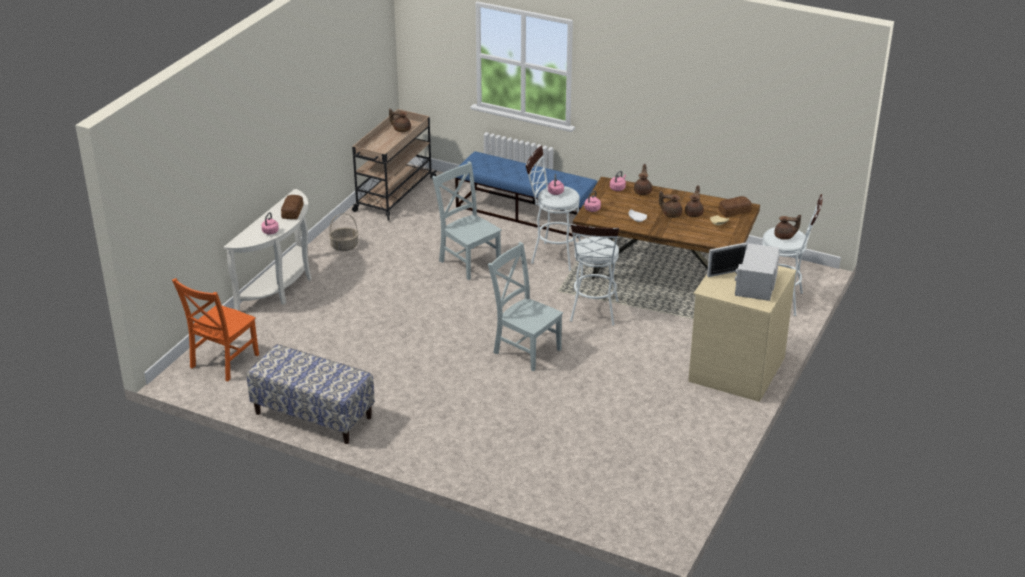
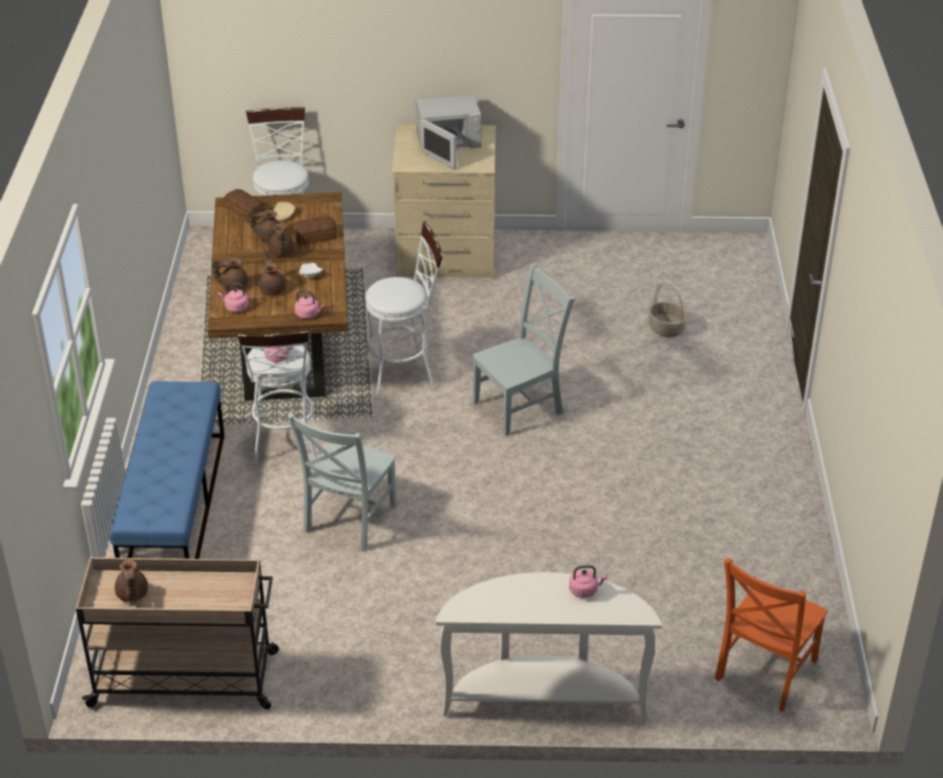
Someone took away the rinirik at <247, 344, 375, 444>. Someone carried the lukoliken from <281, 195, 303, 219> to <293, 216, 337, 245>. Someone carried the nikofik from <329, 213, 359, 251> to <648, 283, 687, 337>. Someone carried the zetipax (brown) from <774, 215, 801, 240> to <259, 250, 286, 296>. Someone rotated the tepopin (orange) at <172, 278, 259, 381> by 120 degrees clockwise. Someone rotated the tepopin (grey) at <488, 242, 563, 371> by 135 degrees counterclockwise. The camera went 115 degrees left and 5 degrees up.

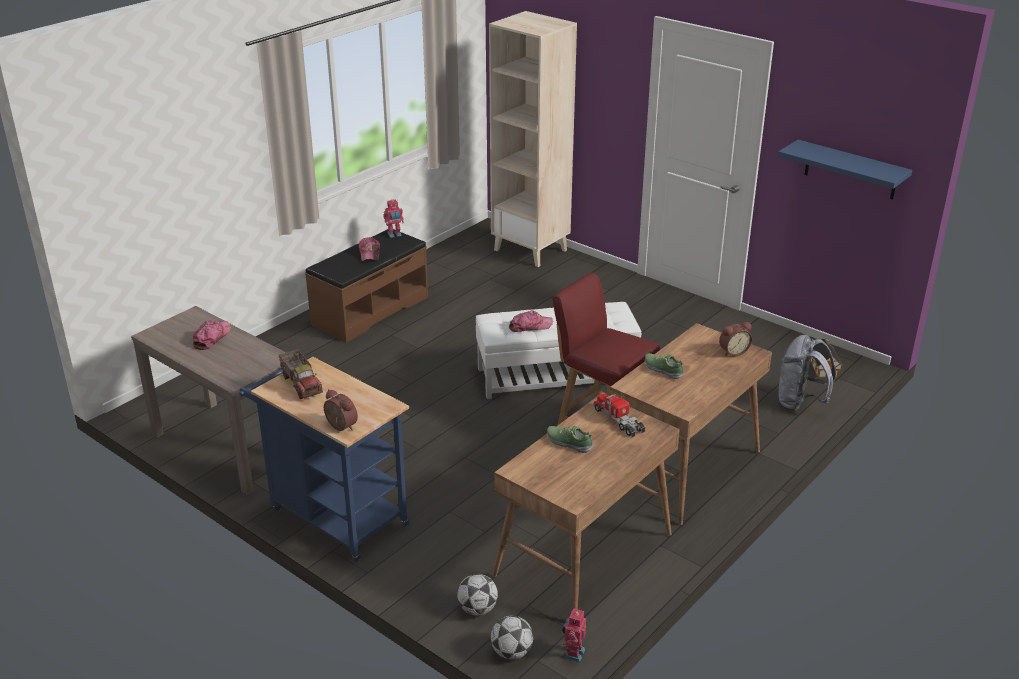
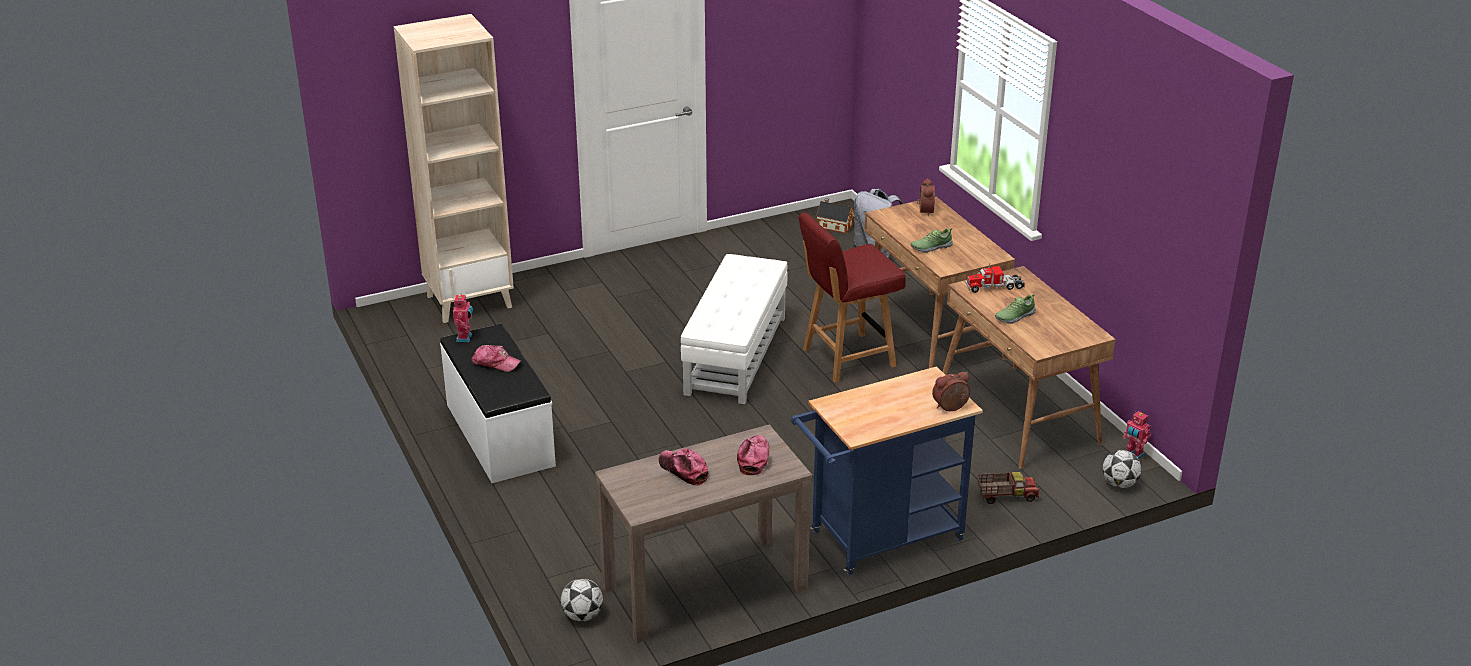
Someone took away the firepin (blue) at <778, 140, 912, 200>. Someone carried the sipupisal from <279, 349, 323, 399> to <977, 472, 1039, 504>. Someone carried the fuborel from <457, 574, 498, 616> to <561, 579, 603, 621>. Someone carried the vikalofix from <509, 310, 553, 332> to <737, 435, 769, 475>. Someone repainted the rinirik (brown) at <305, 229, 428, 343>, which became the rinirik (white) at <440, 324, 556, 483>. The camera went 65 degrees left and 0 degrees up.

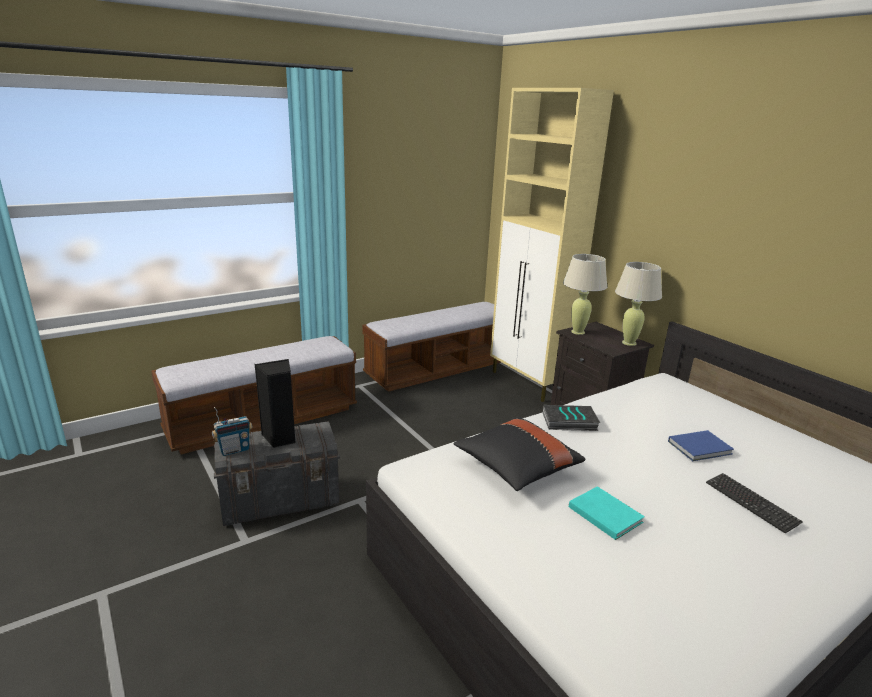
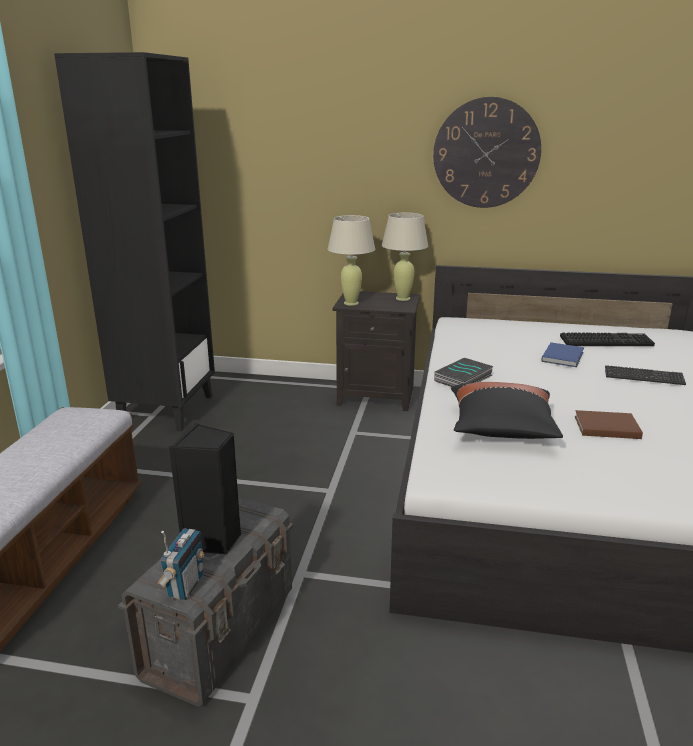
Someone took away the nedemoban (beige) at <490, 88, 614, 402>. Someone put up the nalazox at <433, 97, 541, 208>. Someone put down the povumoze at <560, 333, 655, 346>. Someone swapped the rinirik at <362, 302, 501, 392> for the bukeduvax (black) at <54, 52, 215, 431>. Someone repainted the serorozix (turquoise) at <569, 486, 645, 540>, which became the serorozix (brown) at <575, 410, 643, 439>. The camera went 45 degrees left and 0 degrees up.

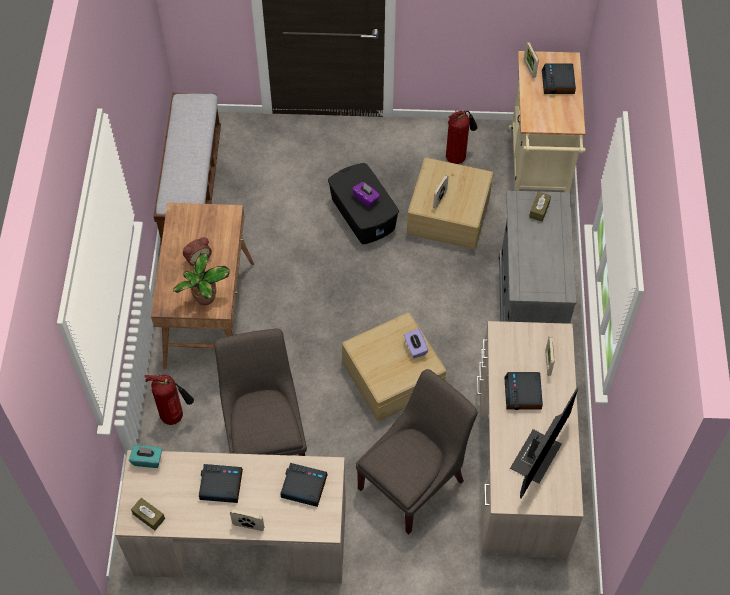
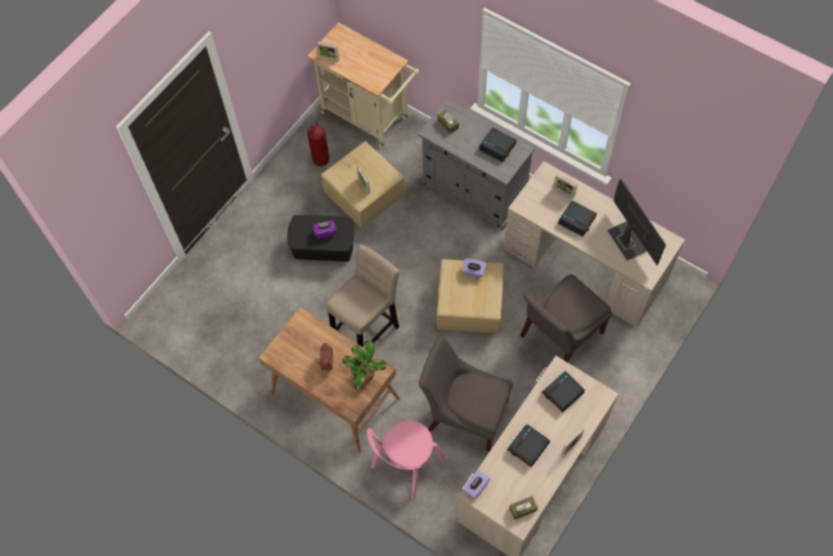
Someone took away the rinirik at <154, 93, 221, 245>. Someone put down the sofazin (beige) at <326, 244, 400, 347>. Someone carried the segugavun from <542, 63, 576, 94> to <479, 127, 517, 162>. Someone swapped the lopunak at <145, 374, 194, 425> for the tepopin (pink) at <367, 419, 445, 500>. Someone repainted the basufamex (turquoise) at <129, 445, 162, 468>, which became the basufamex (purple) at <463, 470, 490, 499>. Someone rotated the tepopin (grey) at <356, 369, 478, 534> by 120 degrees counterclockwise. The camera went 55 degrees left and 5 degrees up.

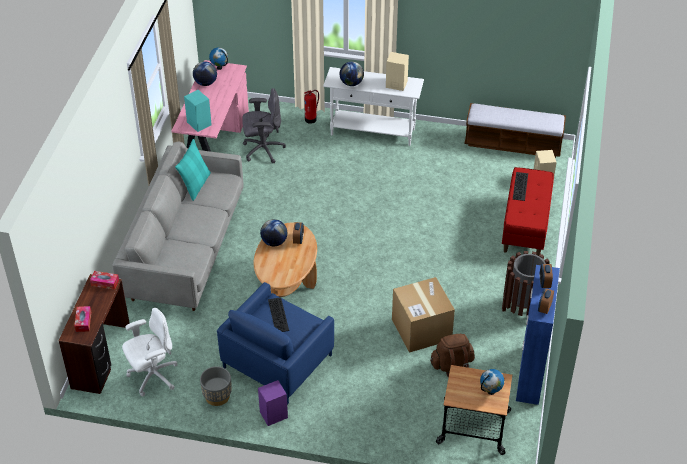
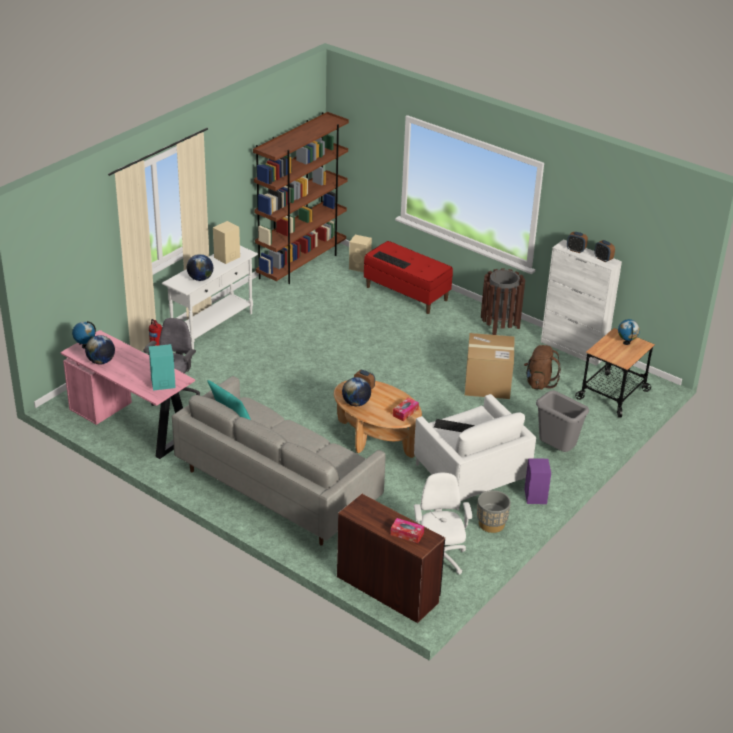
Someone put down the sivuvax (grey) at <536, 390, 589, 452>. Someone carried the basufamex from <90, 271, 119, 290> to <393, 398, 419, 421>. Someone swapped the rinirik at <464, 103, 566, 158> for the bukeduvax (brown) at <253, 112, 349, 284>. Someone repainted the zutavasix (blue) at <217, 282, 334, 405>, which became the zutavasix (white) at <414, 394, 536, 510>. Someone repainted the nedemoban (blue) at <516, 265, 560, 405>, which became the nedemoban (white) at <541, 239, 622, 366>. The camera went 65 degrees left and 10 degrees down.

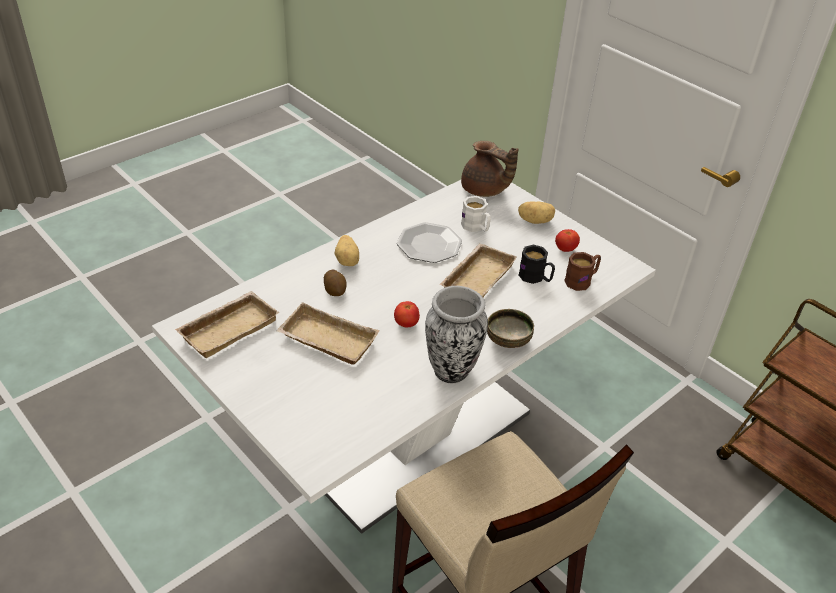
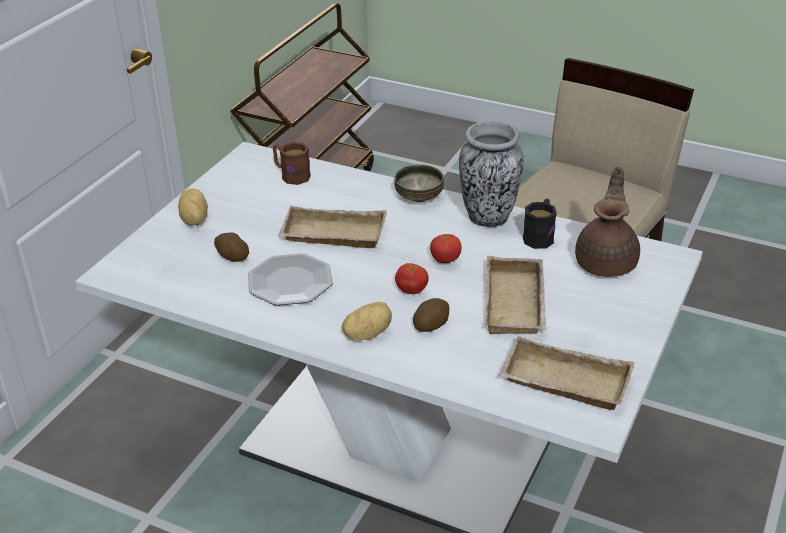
Someone carried the zetipax (brown) from <461, 141, 519, 197> to <575, 166, 640, 277>. Someone carried the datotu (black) from <519, 245, 555, 284> to <523, 199, 557, 249>. Someone carried the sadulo from <555, 229, 580, 252> to <395, 263, 429, 294>. Someone swapped the datotu (white) at <461, 196, 491, 232> for the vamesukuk at <214, 233, 249, 262>. The camera went 110 degrees left and 5 degrees down.

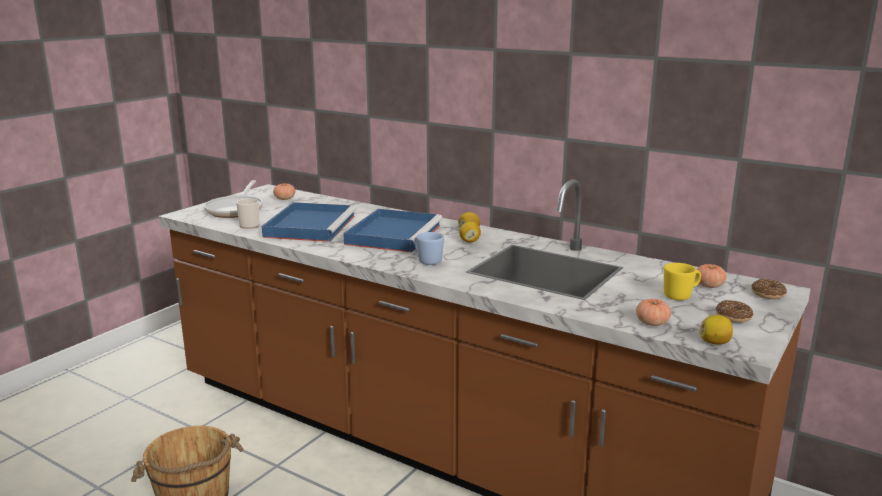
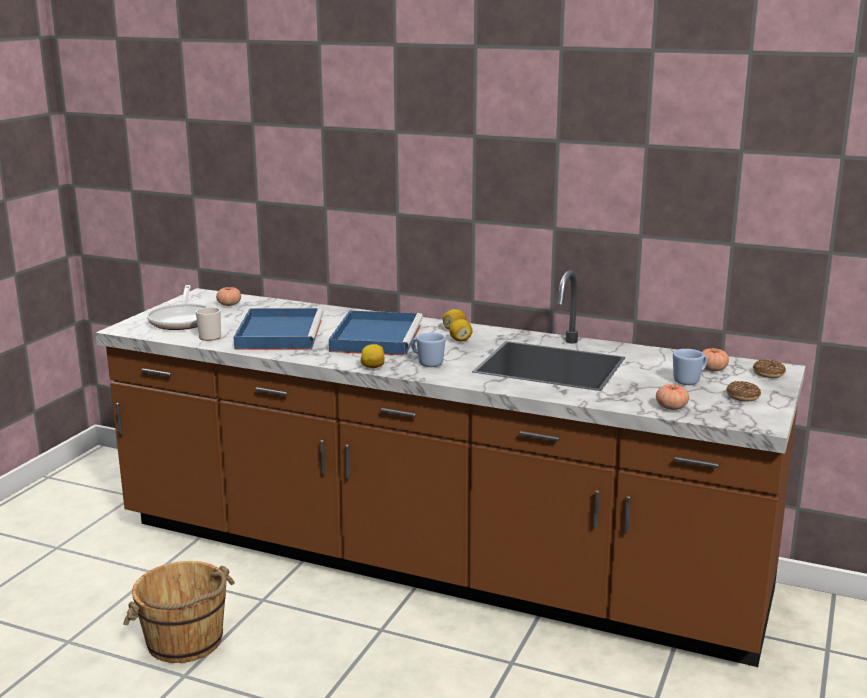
Someone carried the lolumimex from <699, 315, 733, 345> to <360, 344, 385, 368>. Someone repainted the datotu (yellow) at <664, 263, 701, 300>, which became the datotu (blue) at <673, 349, 707, 385>. The camera went 10 degrees left and 0 degrees up.

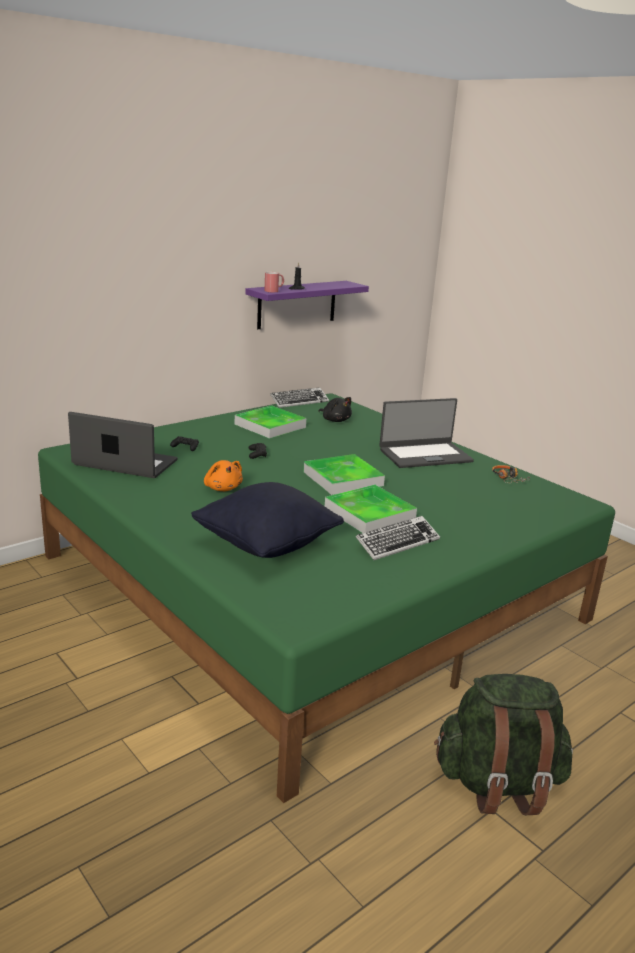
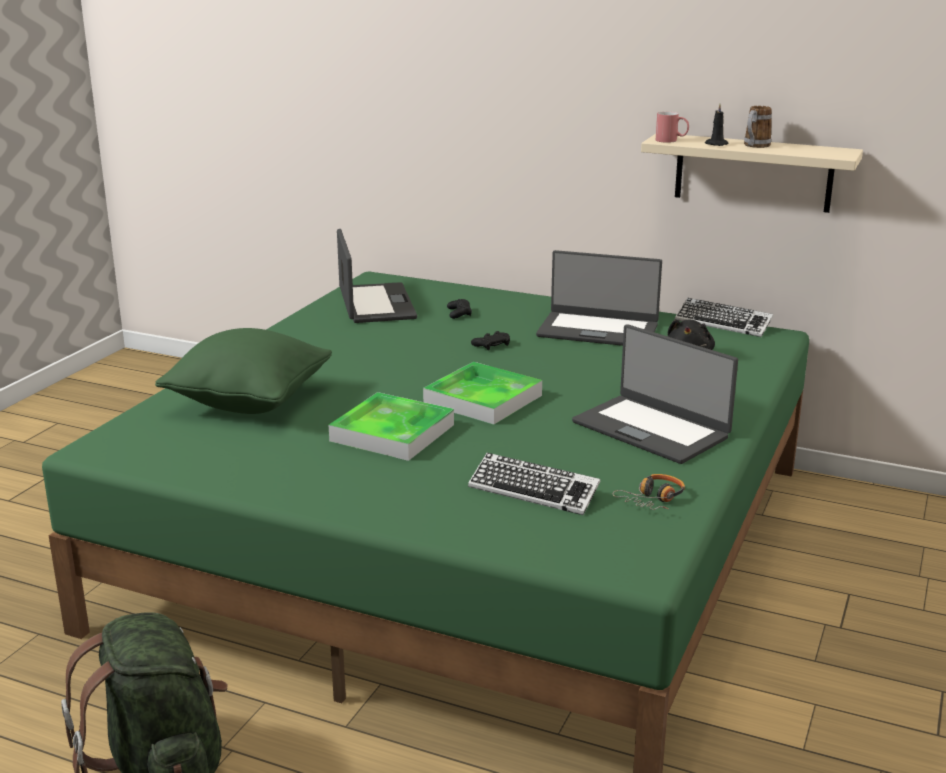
Someone took away the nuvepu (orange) at <204, 460, 243, 491>. Someone put down the datotu at <744, 106, 772, 148>. Someone carried the povumoze from <356, 516, 440, 560> to <468, 453, 601, 515>. Someone swapped the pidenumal at <235, 405, 306, 439> for the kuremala at <536, 250, 662, 346>. Someone repainted the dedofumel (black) at <191, 482, 344, 558>, which became the dedofumel (green) at <155, 328, 332, 414>. Someone repainted the firepin (purple) at <245, 281, 369, 329>, which became the firepin (beige) at <641, 134, 863, 213>. The camera went 65 degrees right and 0 degrees up.

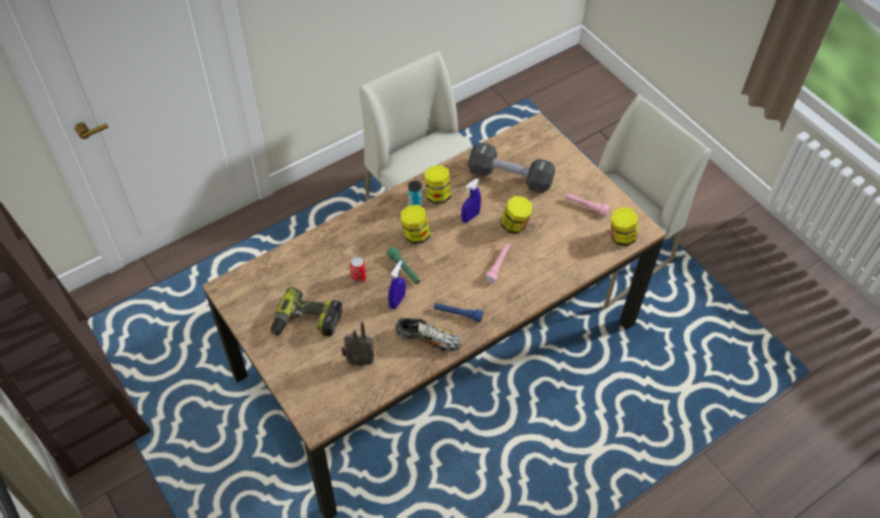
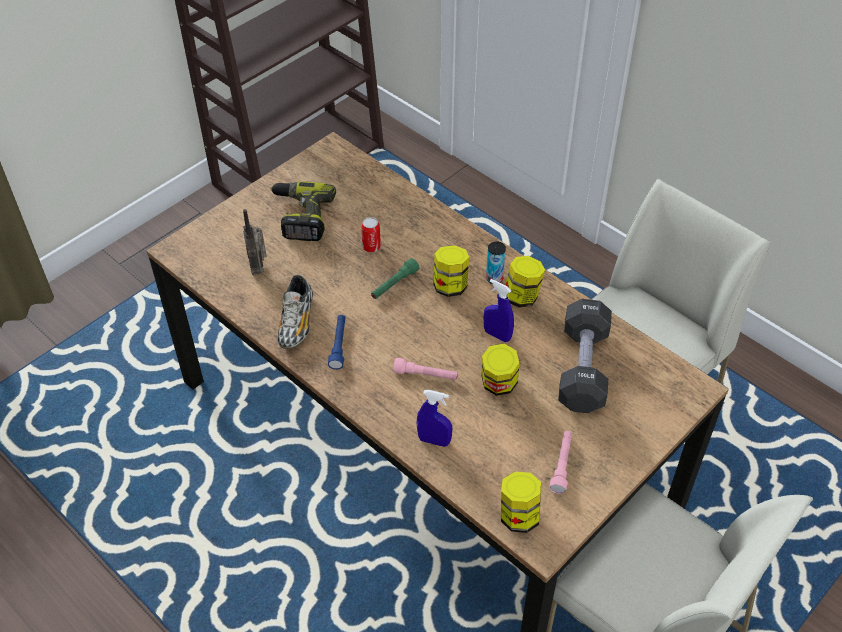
Someone carried the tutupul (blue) from <388, 260, 406, 309> to <417, 390, 452, 447>. The camera went 80 degrees right and 5 degrees down.

